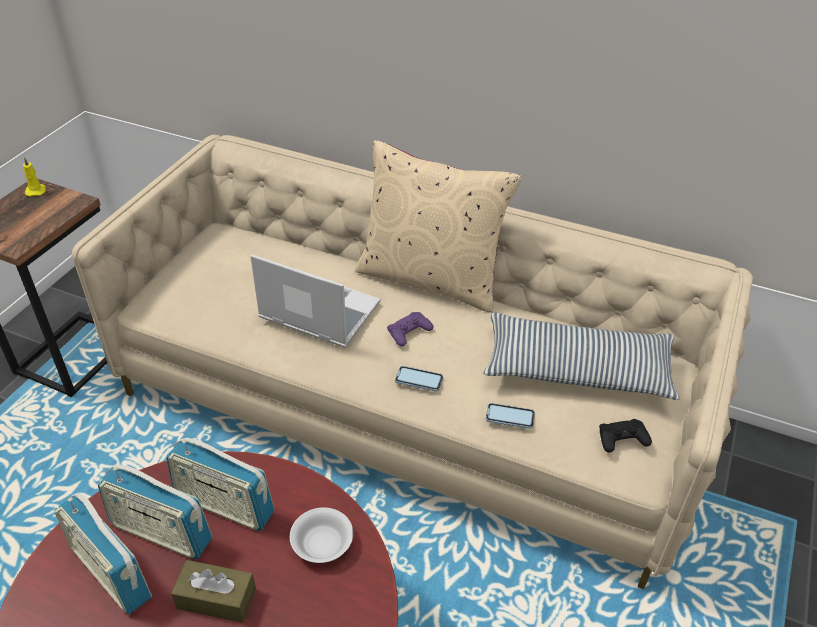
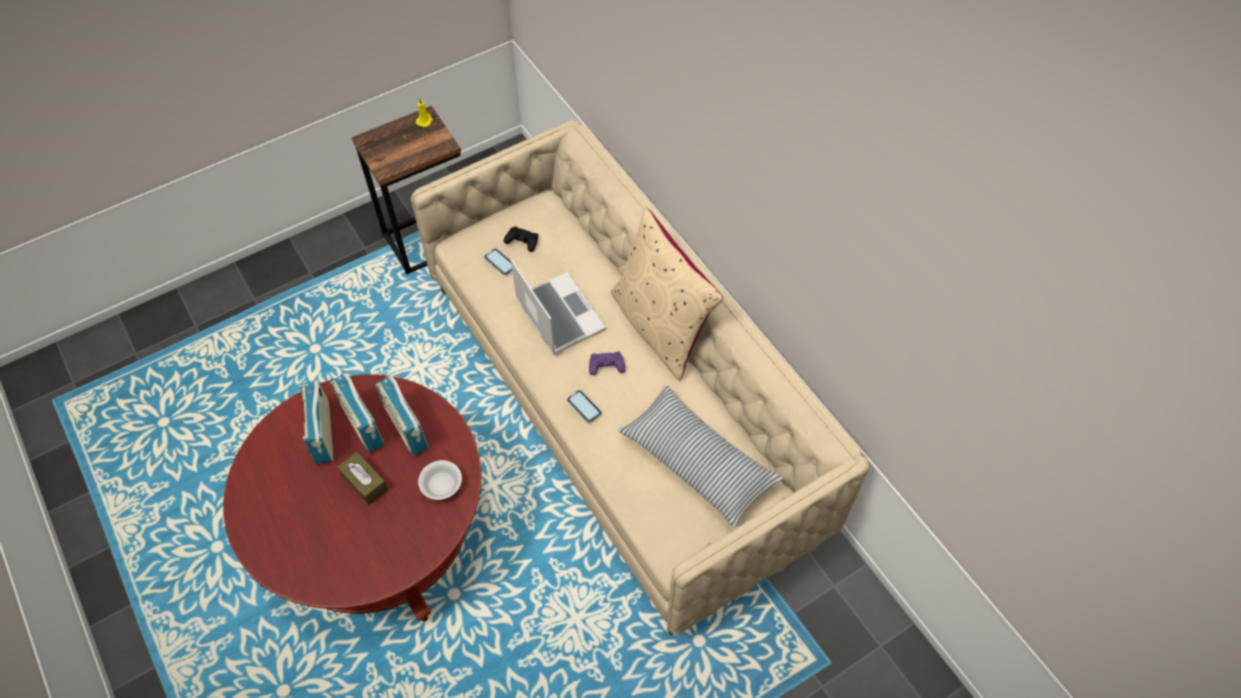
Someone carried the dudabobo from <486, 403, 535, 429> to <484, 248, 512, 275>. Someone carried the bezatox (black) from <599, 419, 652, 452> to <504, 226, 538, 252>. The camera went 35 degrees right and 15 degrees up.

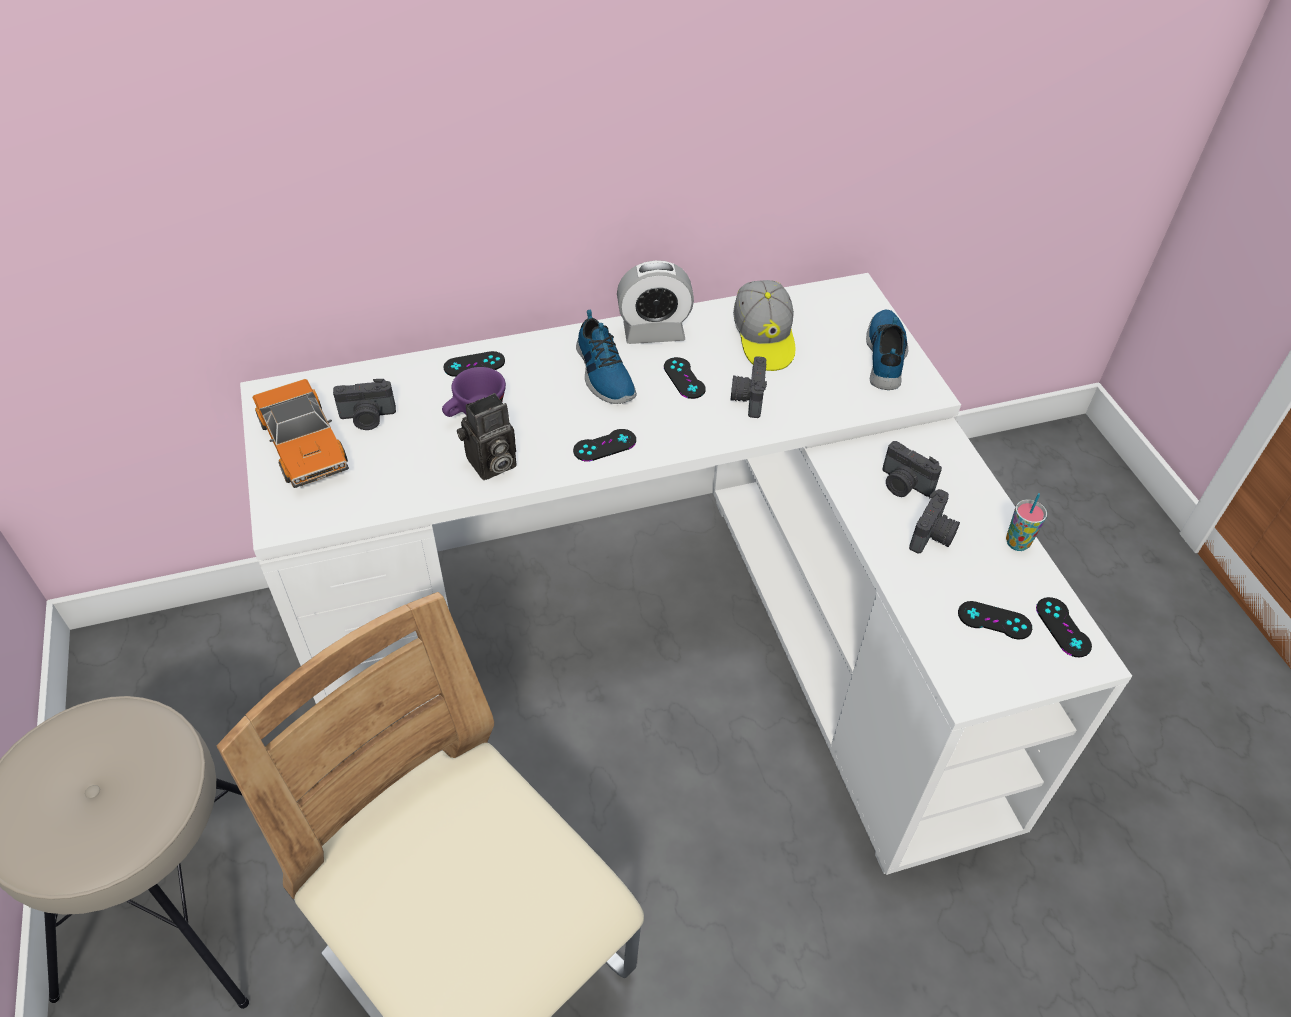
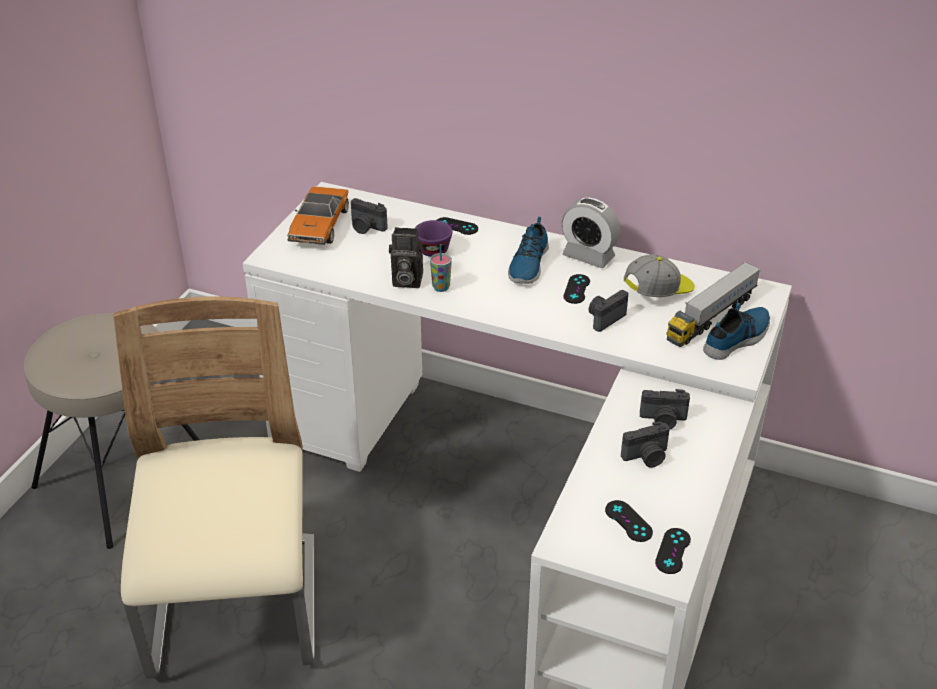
Someone took away the bezatox (black) at <573, 429, 636, 462>. Someone put down the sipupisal at <666, 262, 761, 347>. Someone carried the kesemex from <1006, 493, 1047, 551> to <430, 244, 452, 292>. Someone rotated the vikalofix at <733, 280, 795, 371> by 150 degrees counterclockwise. Someone rotated the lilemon at <882, 441, 942, 497> by 75 degrees counterclockwise. The camera went 40 degrees right and 10 degrees down.

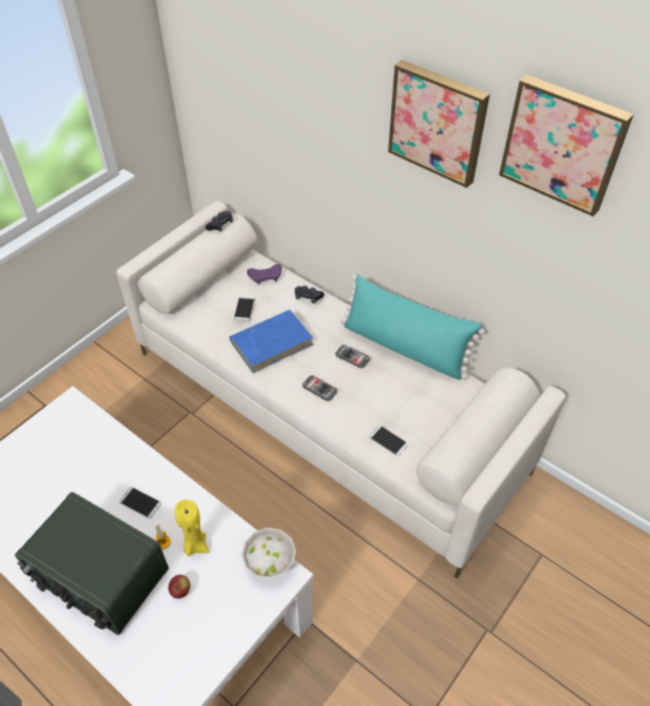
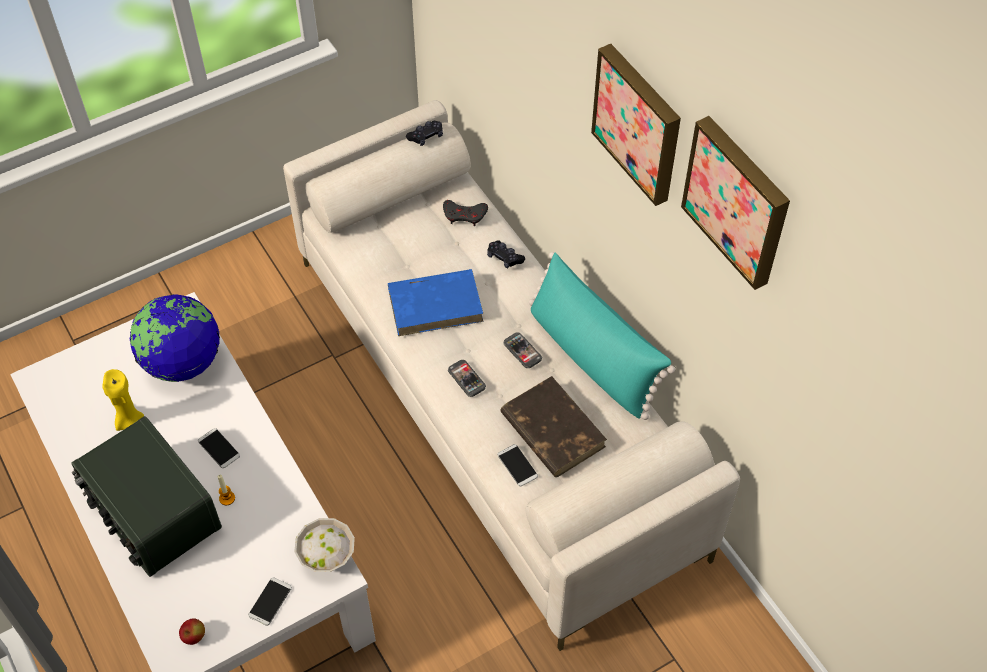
Someone put down the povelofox at <130, 294, 220, 382>. Someone put down the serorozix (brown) at <500, 376, 607, 477>. Someone carried the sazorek from <168, 575, 190, 598> to <179, 618, 205, 645>. Someone carried the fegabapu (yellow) from <175, 500, 209, 556> to <102, 369, 144, 431>. Someone carried the dudabobo from <234, 296, 255, 321> to <248, 577, 292, 626>. Someone repainted the bezatox (purple) at <247, 264, 282, 285>, which became the bezatox (grey) at <443, 200, 488, 226>. The camera went 20 degrees right and 5 degrees up.

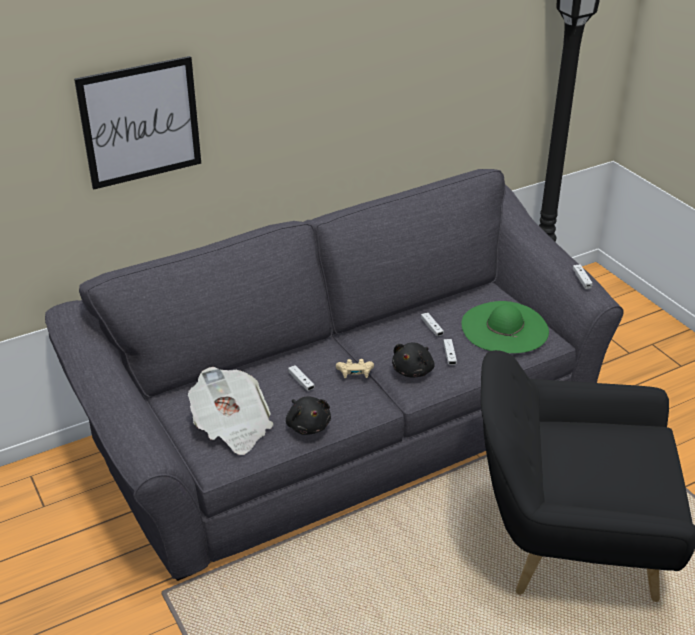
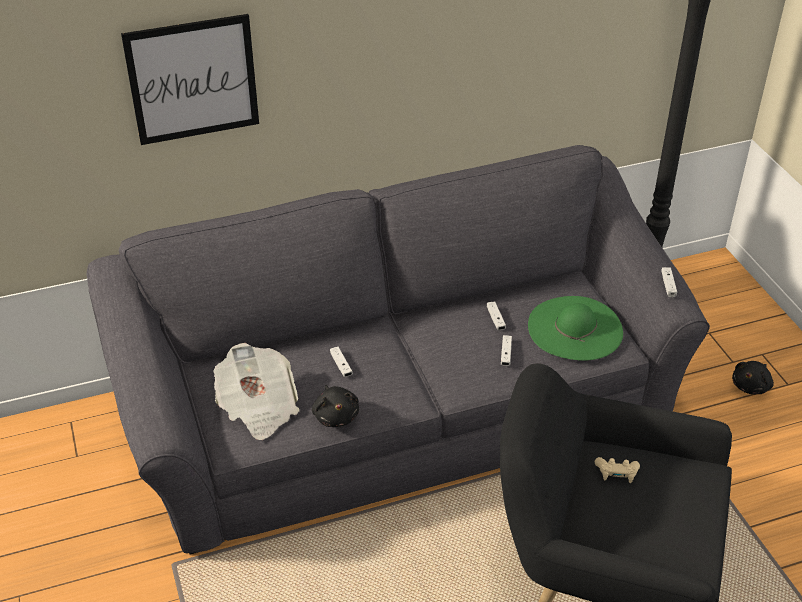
Someone carried the bezatox (beige) from <336, 359, 374, 379> to <595, 457, 640, 483>. Someone carried the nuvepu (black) from <392, 342, 435, 377> to <732, 361, 774, 394>. The camera went 10 degrees right and 5 degrees up.

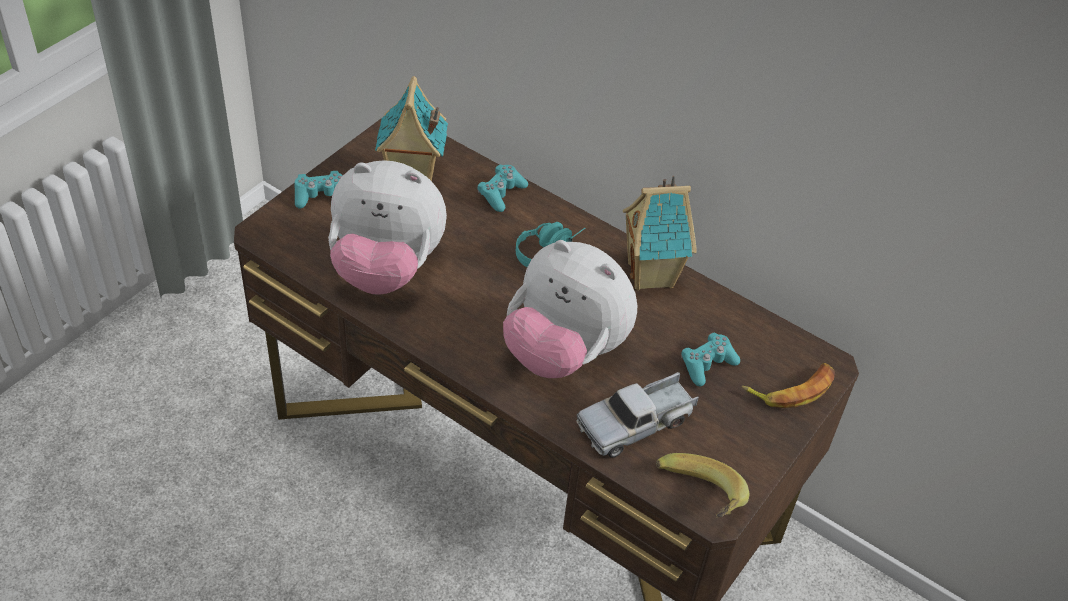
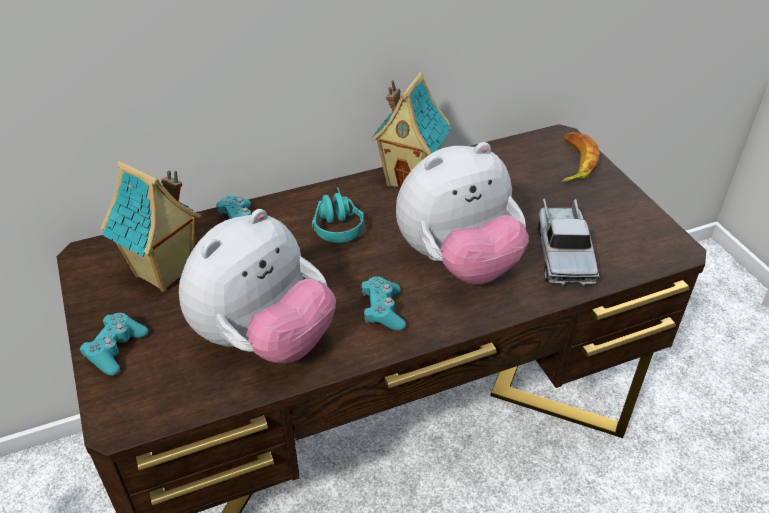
Someone took away the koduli at <656, 453, 749, 517>. Someone carried the bezatox (turquoise) from <681, 332, 740, 386> to <361, 276, 406, 331>. The camera went 55 degrees left and 5 degrees down.

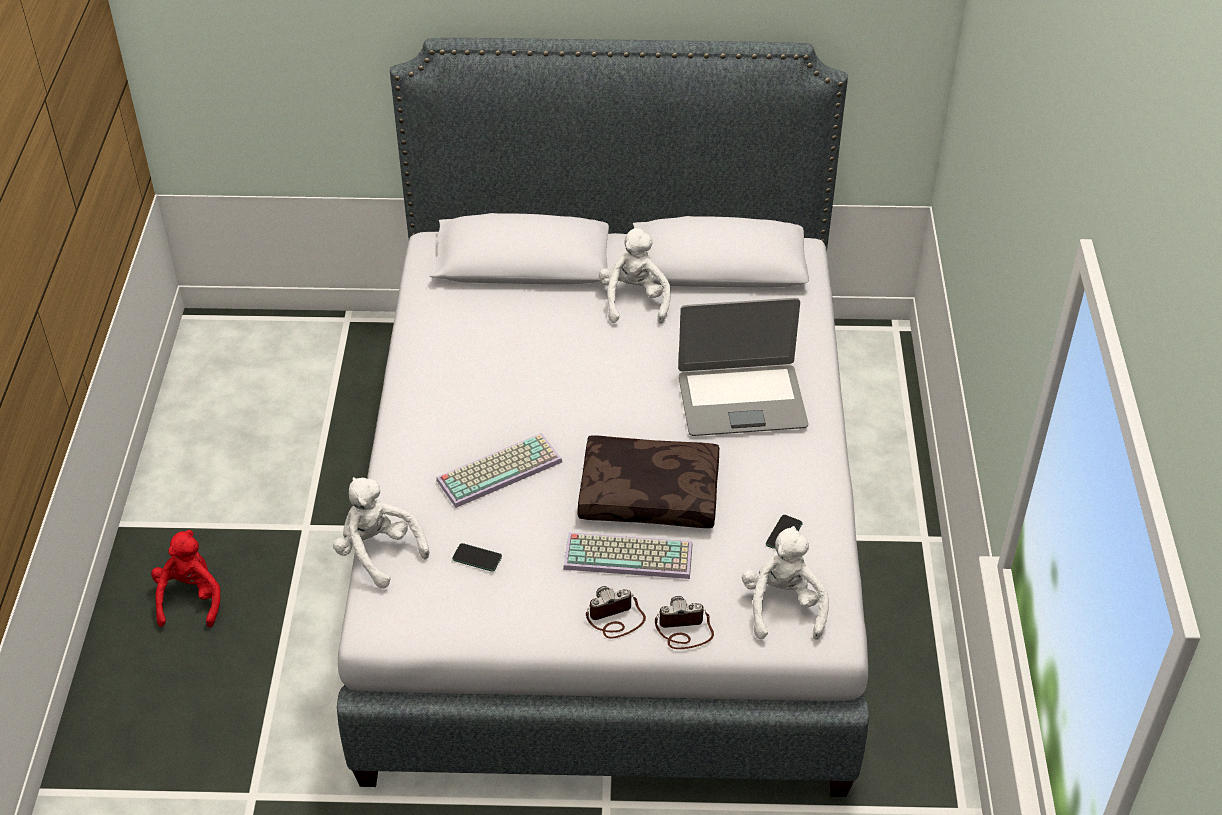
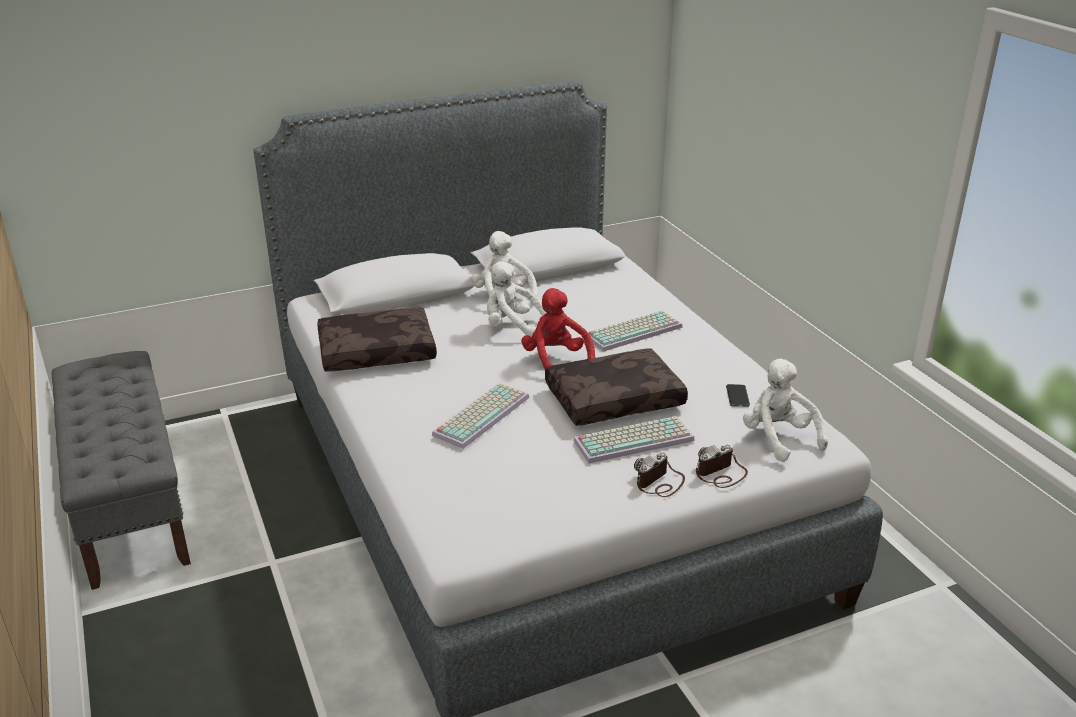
Someone took away the dudabobo at <452, 543, 502, 572>. Someone put down the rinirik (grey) at <52, 351, 191, 590>. Someone put down the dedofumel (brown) at <317, 308, 437, 372>. Someone carried the nuvepu (red) from <151, 530, 220, 627> to <521, 288, 595, 371>. Someone carried the nuvepu (white) from <333, 477, 429, 589> to <487, 261, 546, 337>. Someone swapped the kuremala at <678, 298, 808, 436> for the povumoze at <588, 310, 683, 352>. The camera went 25 degrees left and 15 degrees down.

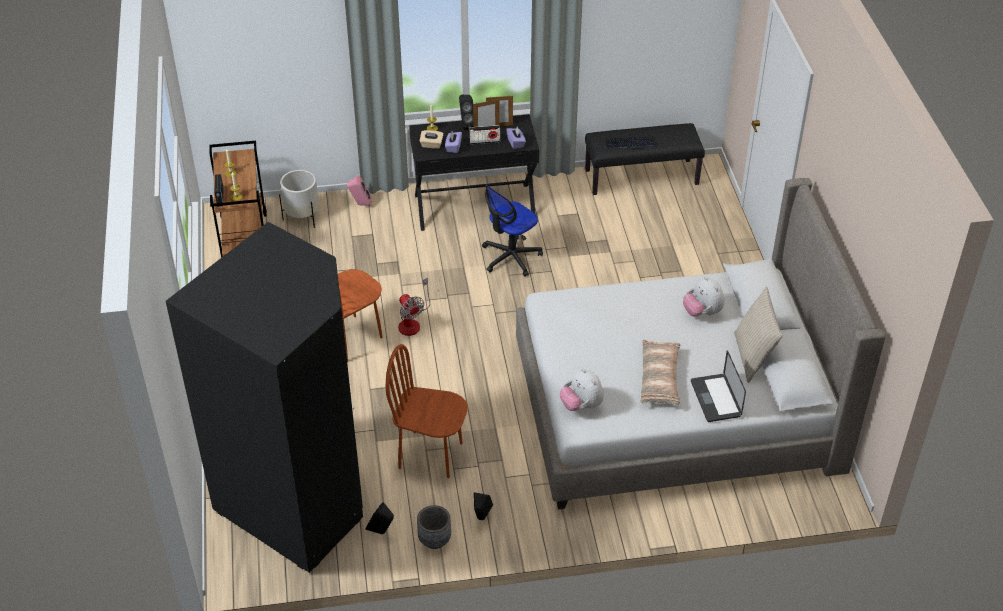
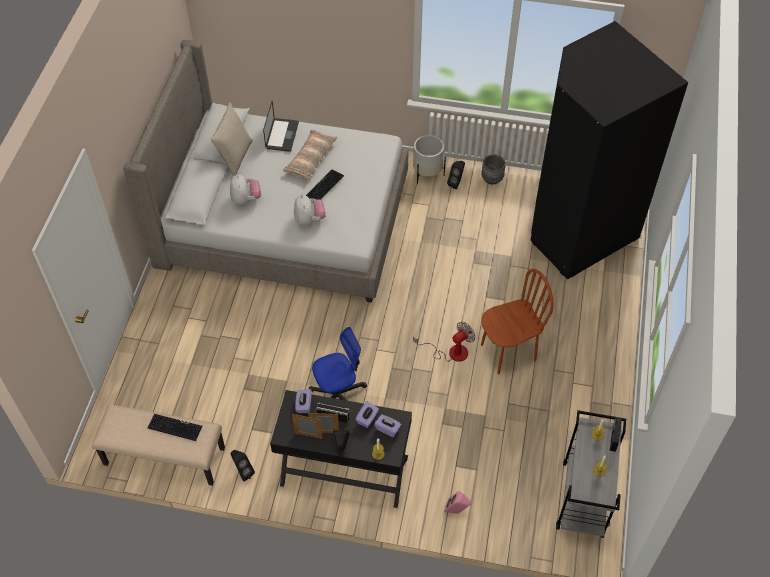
Someone took away the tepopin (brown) at <386, 344, 468, 478>. Someone put down the povumoze at <306, 170, 344, 203>. Someone carried the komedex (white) from <279, 170, 319, 228> to <413, 135, 446, 184>. Someone carried the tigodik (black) from <366, 502, 394, 534> to <231, 450, 255, 482>. Someone carried the nuvepu from <560, 369, 604, 411> to <294, 194, 326, 226>. Someone repainted the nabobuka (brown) at <209, 141, 267, 258>, which became the nabobuka (grey) at <556, 410, 626, 538>. Someone repainted the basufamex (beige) at <420, 130, 444, 149>, which became the basufamex (purple) at <374, 414, 401, 437>. Someone repainted the rinirik (black) at <585, 123, 705, 195>, which became the rinirik (beige) at <92, 404, 225, 486>. Someone rotated the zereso at <398, 278, 430, 336> by 60 degrees clockwise. The camera went 160 degrees left and 10 degrees up.

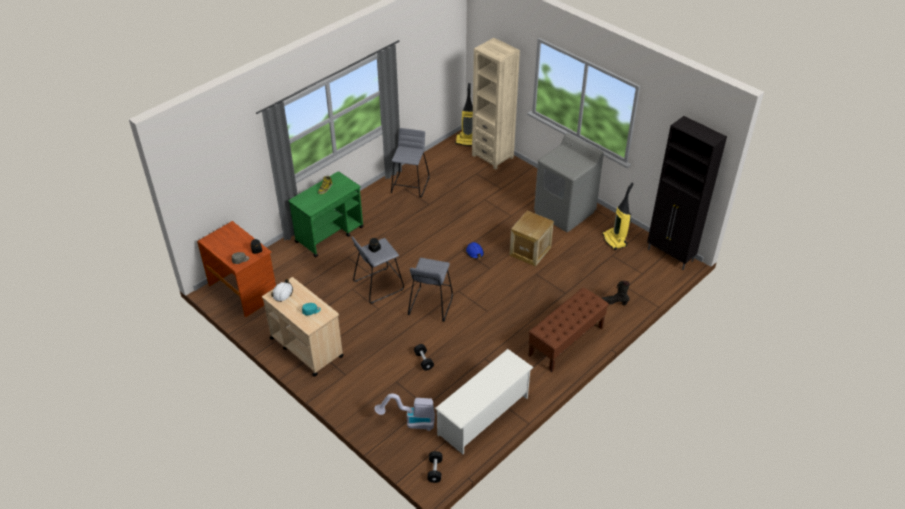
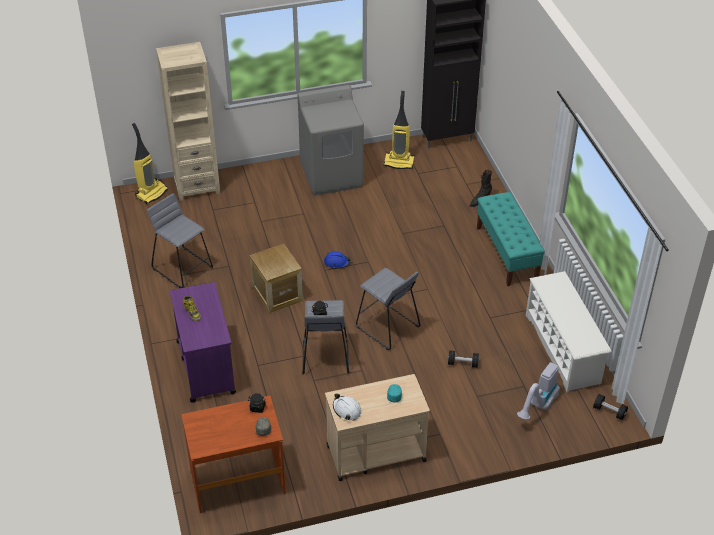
Someone carried the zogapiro from <509, 210, 554, 267> to <250, 244, 303, 313>. Someone repainted the nabobuka (green) at <288, 171, 364, 257>, which became the nabobuka (purple) at <170, 282, 236, 403>. Someone repainted the rinirik (brown) at <528, 287, 609, 372>, which became the rinirik (turquoise) at <477, 192, 545, 286>. The camera went 60 degrees left and 0 degrees up.

